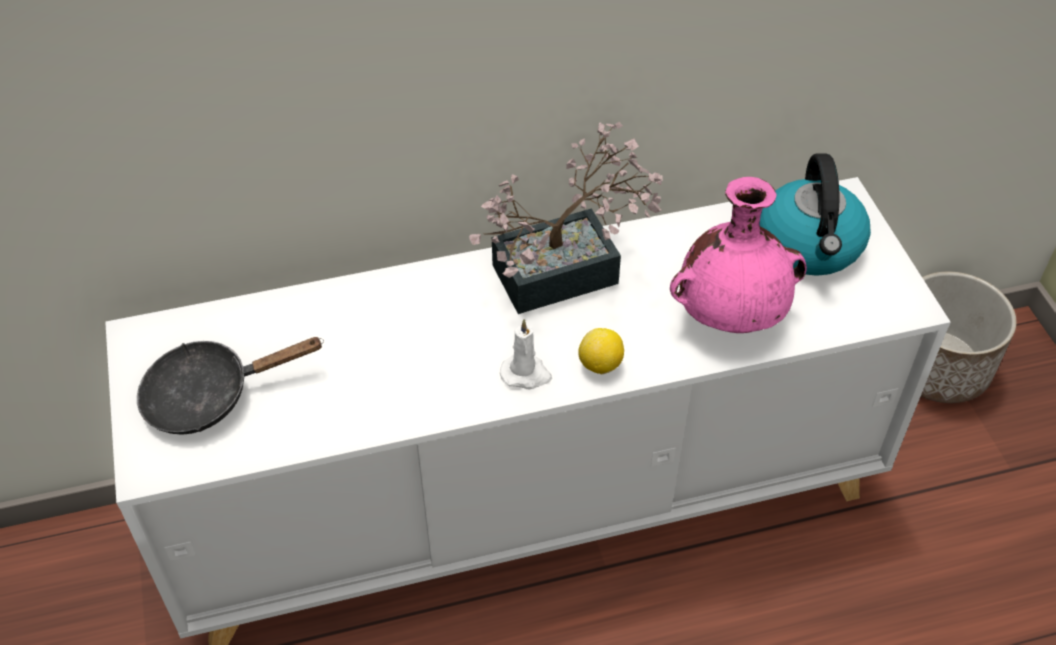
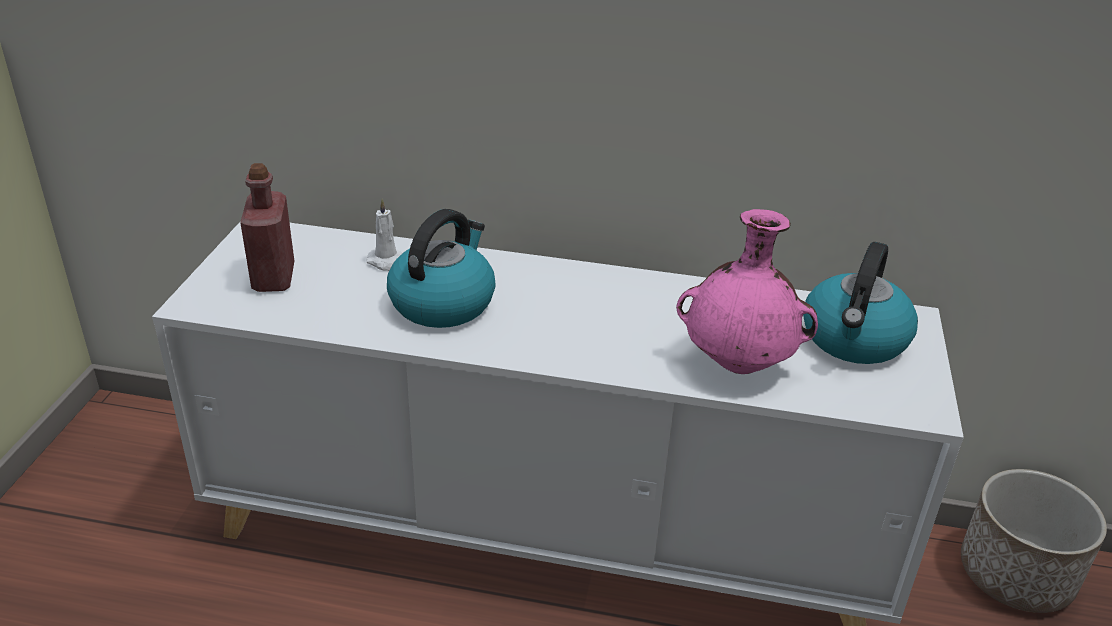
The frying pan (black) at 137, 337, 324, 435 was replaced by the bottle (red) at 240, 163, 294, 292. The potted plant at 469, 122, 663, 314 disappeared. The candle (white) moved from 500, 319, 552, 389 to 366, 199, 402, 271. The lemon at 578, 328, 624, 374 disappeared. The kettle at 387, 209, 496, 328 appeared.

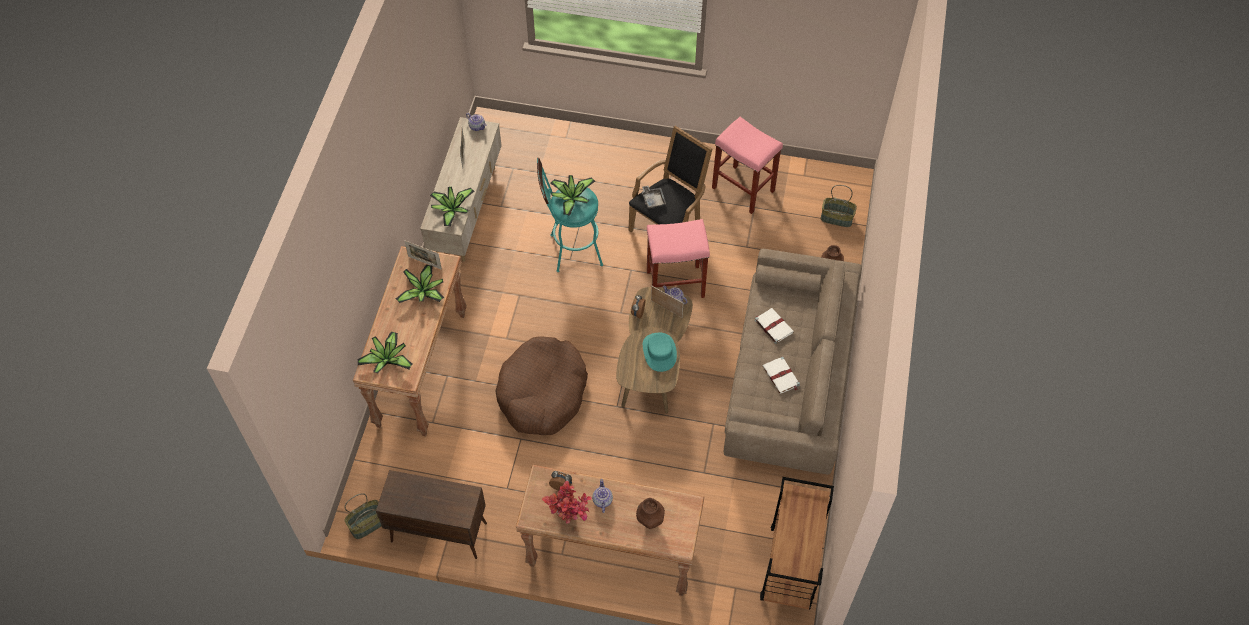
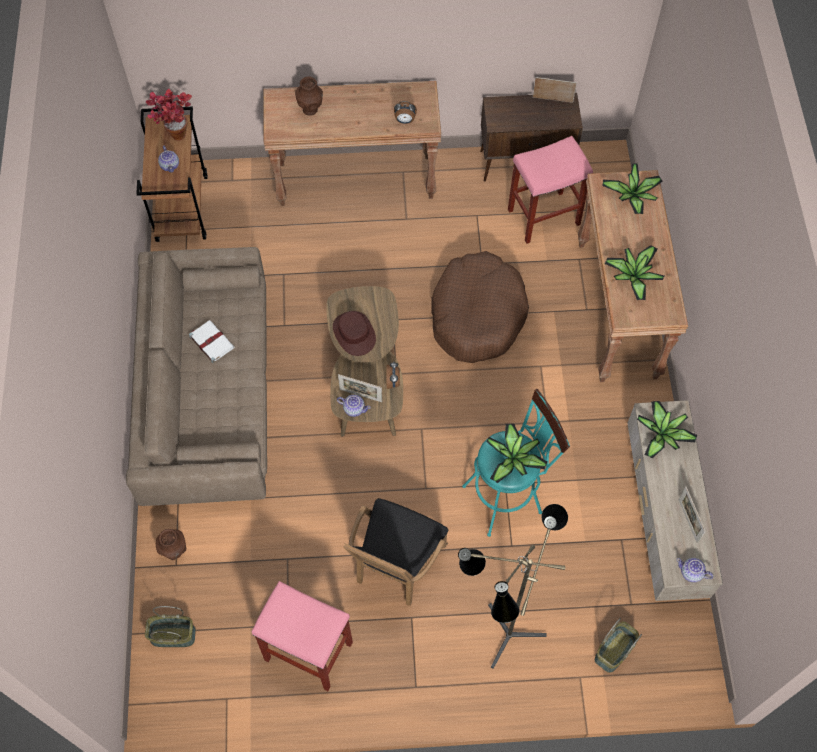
The basket moved from 345, 493, 381, 539 to 595, 618, 642, 673. The picture frame moved from 404, 240, 442, 270 to 533, 77, 577, 103. The potted plant moved from 542, 481, 592, 524 to 146, 89, 192, 140. The teapot moved from 592, 479, 613, 513 to 158, 145, 179, 173. The tray (grey) at 642, 186, 666, 208 disappeared. The hat (turquoise) at 643, 332, 677, 372 became the hat (brown) at 333, 311, 376, 356. The stool (pink) moved from 647, 219, 710, 298 to 508, 136, 593, 244. The book (white) at 755, 308, 794, 344 disappeared. The floor lamp at 458, 504, 568, 669 appeared.

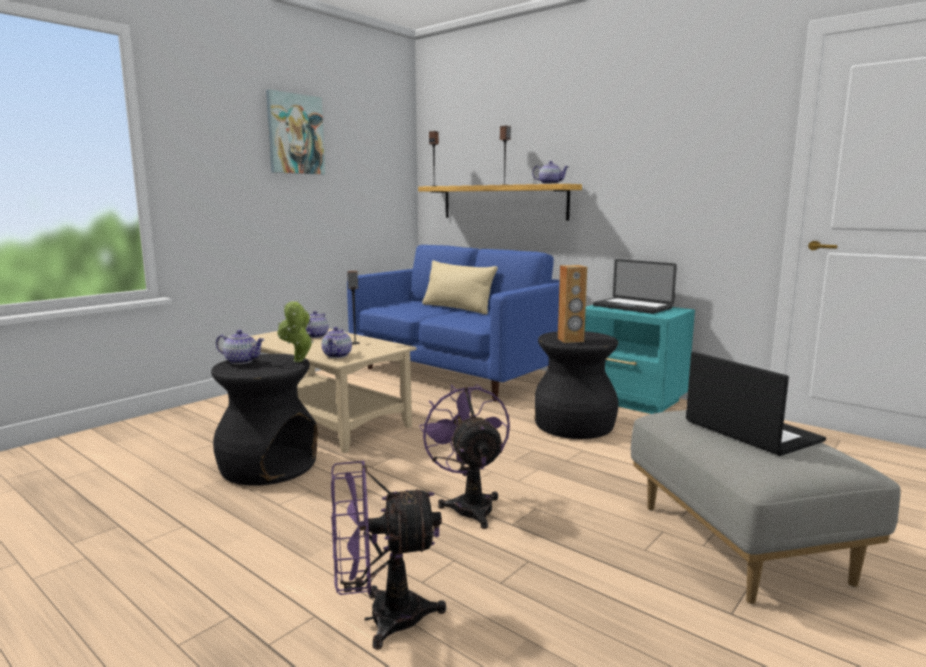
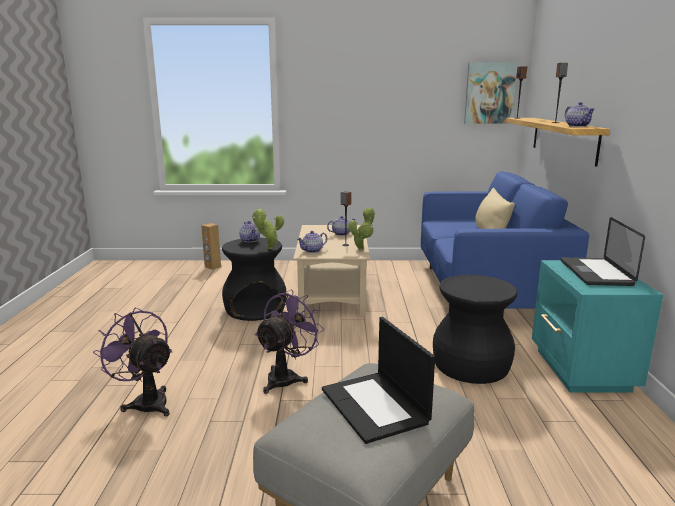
The picture moved from 266, 89, 325, 174 to 464, 62, 517, 124. The speaker (brown) moved from 558, 265, 587, 343 to 201, 223, 221, 270. The laptop at 686, 352, 826, 456 turned 135 degrees clockwise. The potted plant at 348, 207, 375, 251 appeared.

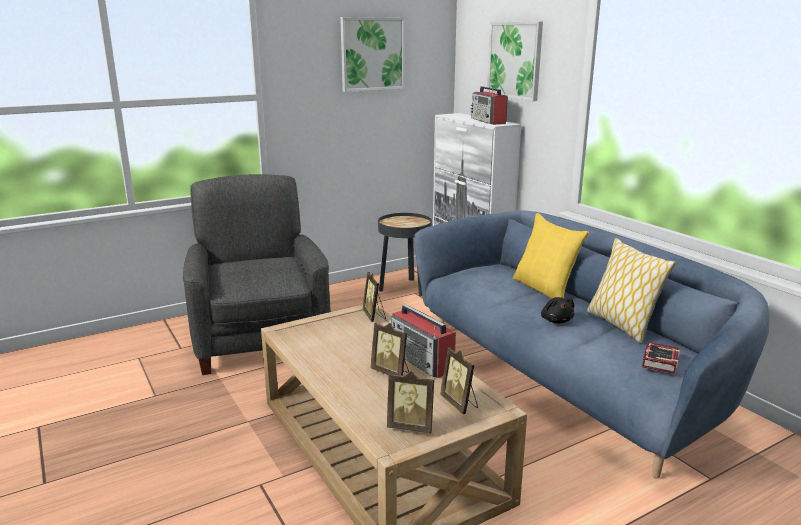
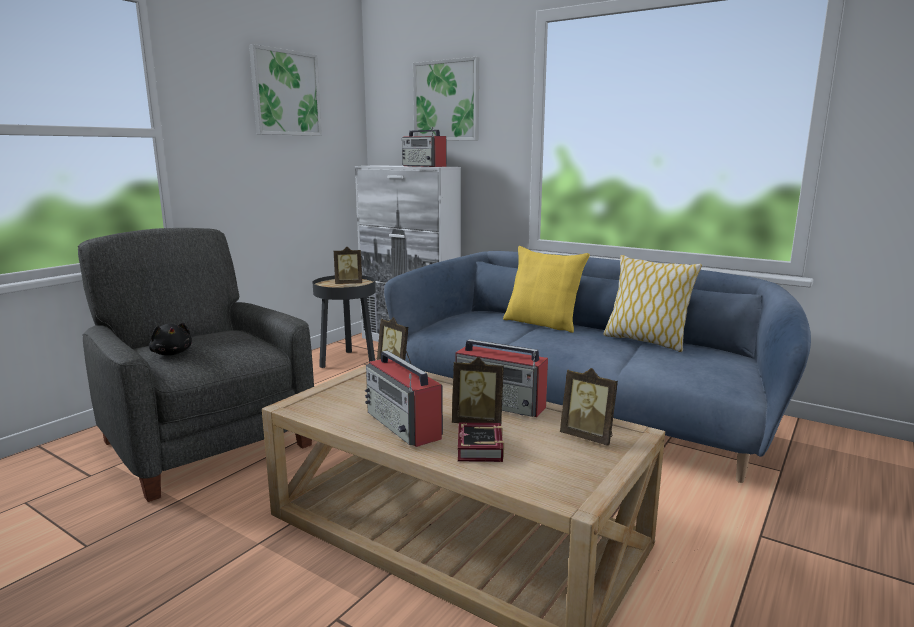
The picture frame moved from 387, 371, 434, 434 to 334, 247, 362, 284. The plush toy (black) moved from 541, 297, 574, 323 to 149, 322, 192, 356. The book moved from 642, 342, 680, 374 to 458, 423, 504, 462. The radio at 365, 350, 443, 447 appeared.

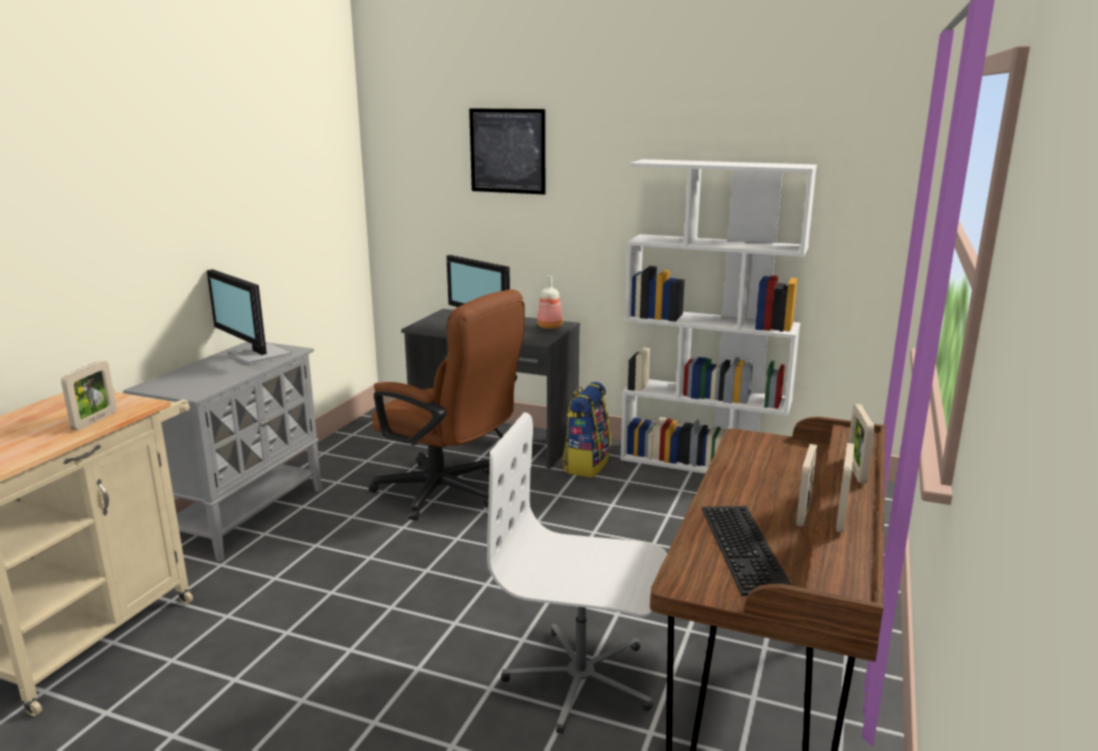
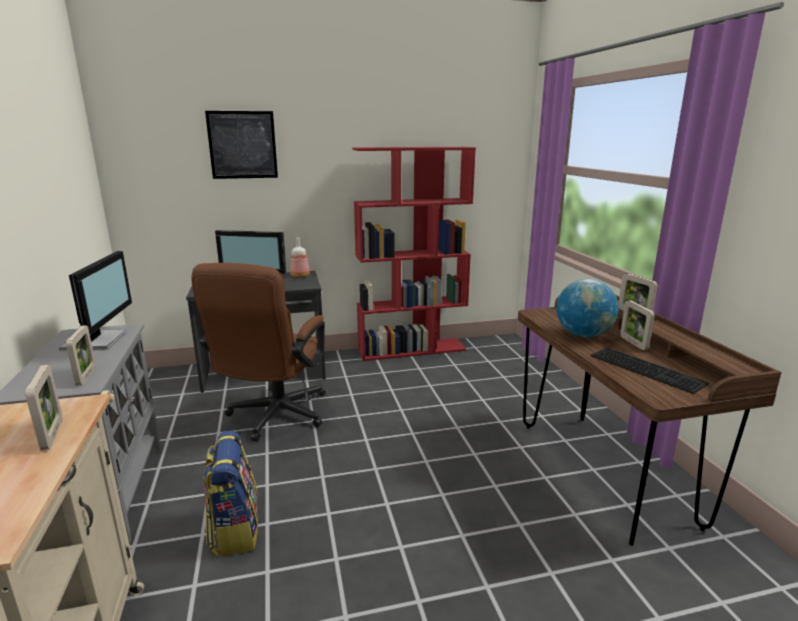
The monitor at 207, 269, 292, 366 turned 105 degrees counterclockwise. The office chair (brown) at 369, 289, 525, 521 turned 105 degrees clockwise. The office chair (white) at 487, 412, 667, 734 disappeared. The backpack moved from 562, 382, 611, 478 to 203, 431, 258, 557. The bookcase (white) at 620, 159, 817, 474 became the bookcase (red) at 352, 147, 476, 361. The picture frame moved from 836, 443, 855, 533 to 66, 325, 96, 386. The globe at 556, 279, 619, 338 appeared.

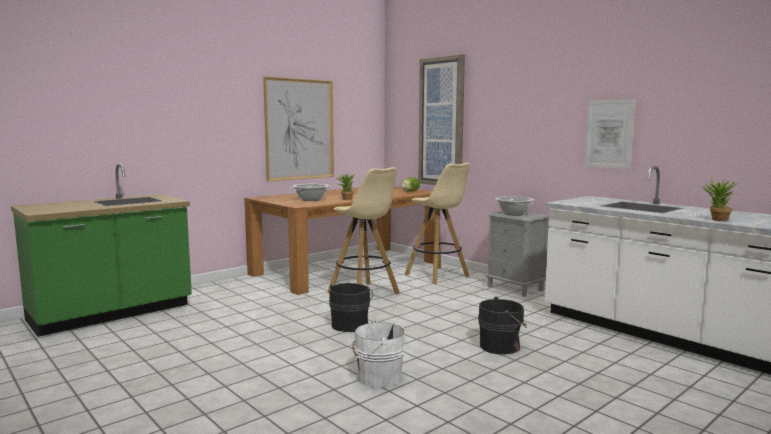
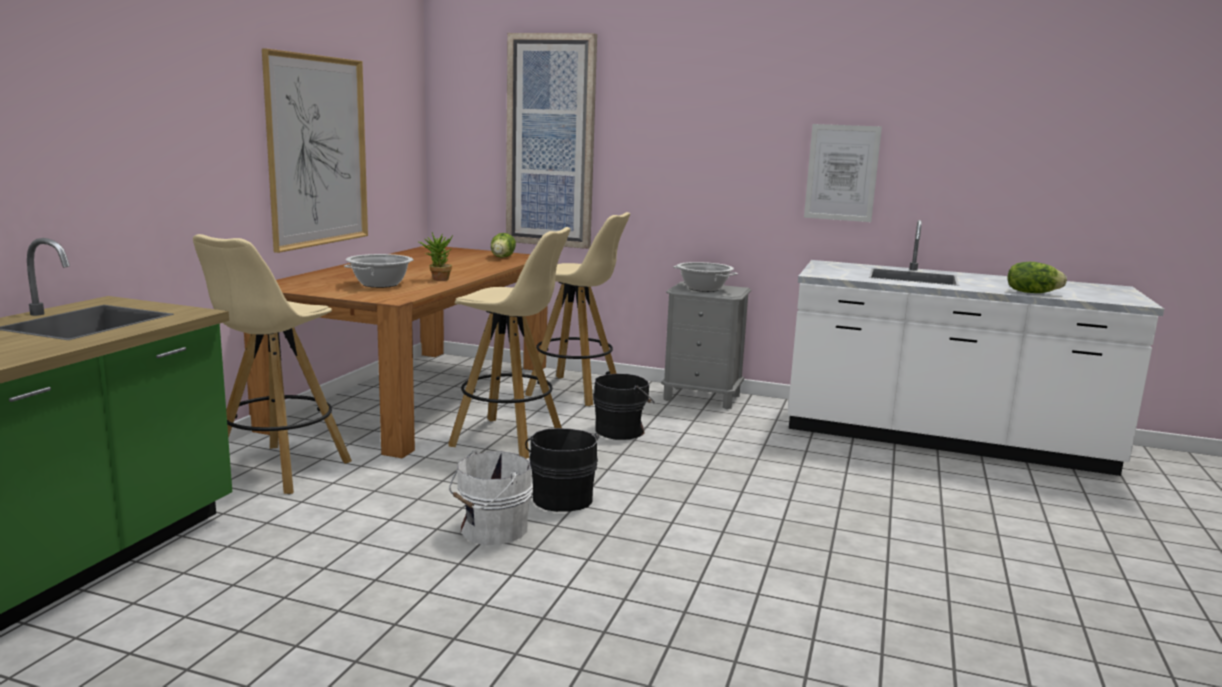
The bucket (white) moved from 352, 320, 405, 387 to 449, 450, 533, 546. The bucket (black) moved from 478, 297, 527, 354 to 593, 371, 655, 440. The potted plant at 702, 179, 738, 221 was replaced by the lettuce at 1008, 262, 1067, 293. The stool (beige) at 193, 234, 352, 494 appeared.

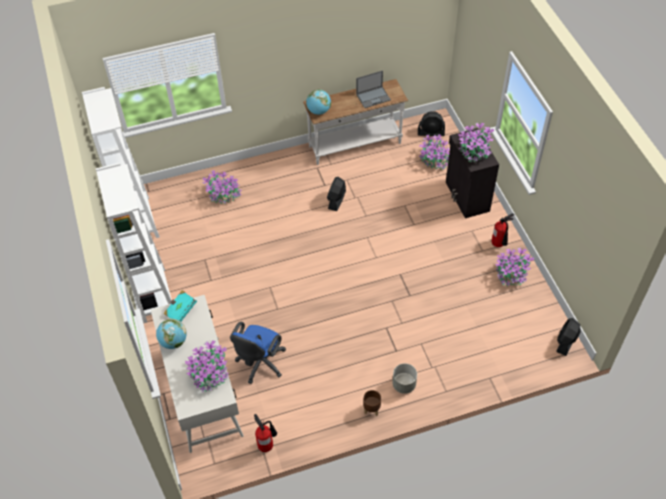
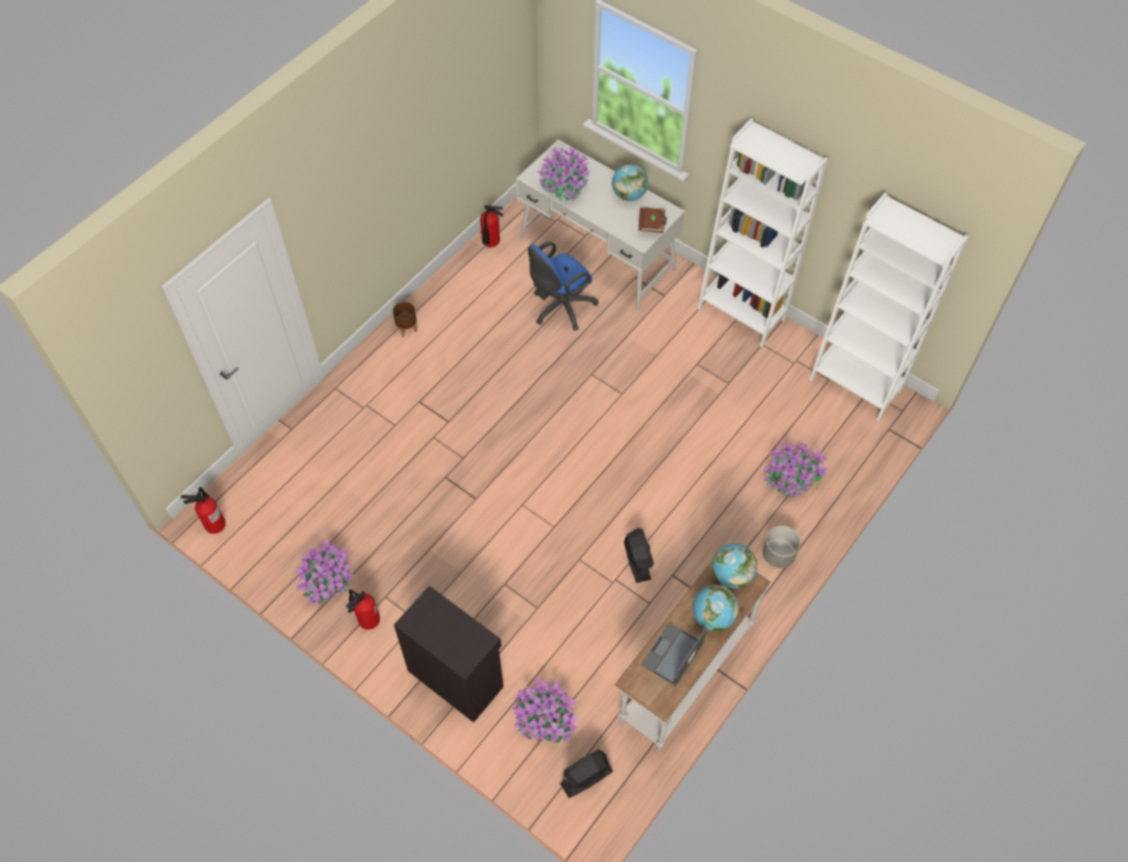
The book (turquoise) at 163, 290, 197, 322 became the book (brown) at 639, 207, 667, 233. The office chair (blue) at 230, 322, 286, 384 turned 120 degrees counterclockwise. The planter (grey) moved from 392, 363, 417, 394 to 762, 526, 800, 568. The potted plant at 459, 122, 494, 162 disappeared. The fan (black) at 556, 318, 580, 356 was replaced by the fire extinguisher at 181, 487, 226, 534. The globe at 693, 585, 739, 632 appeared.

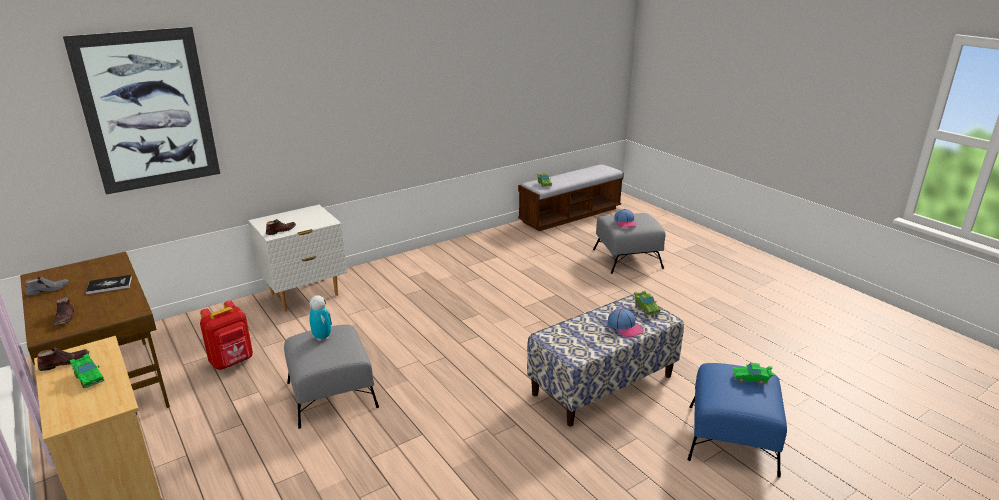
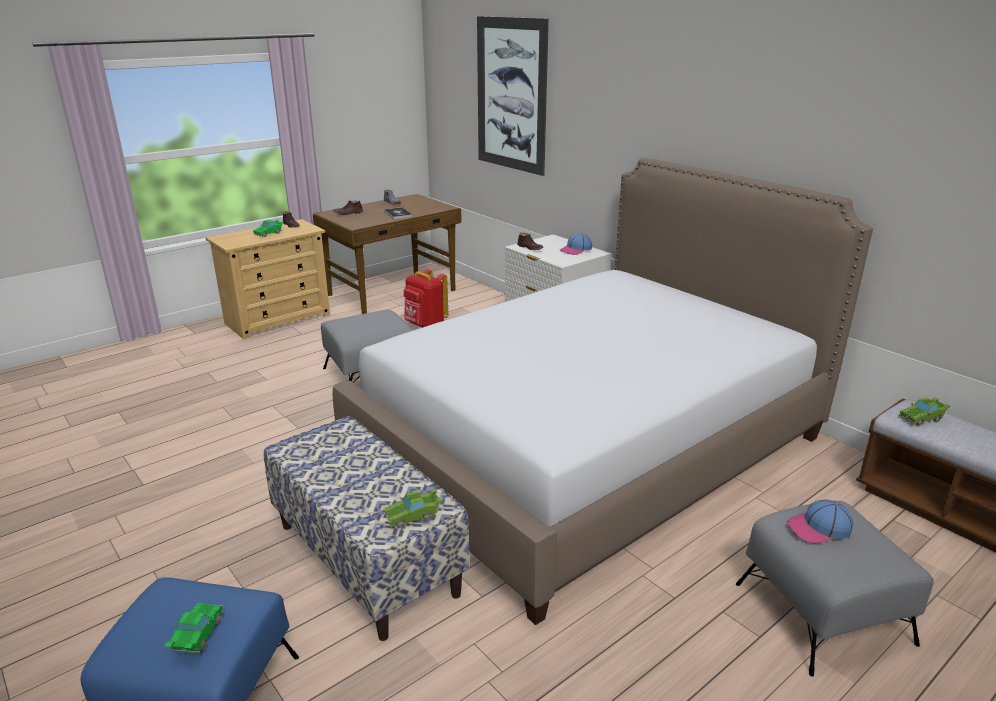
The toy robot at 309, 296, 332, 341 disappeared. The cap moved from 608, 308, 643, 337 to 560, 233, 592, 255. The bed at 333, 157, 873, 625 appeared.

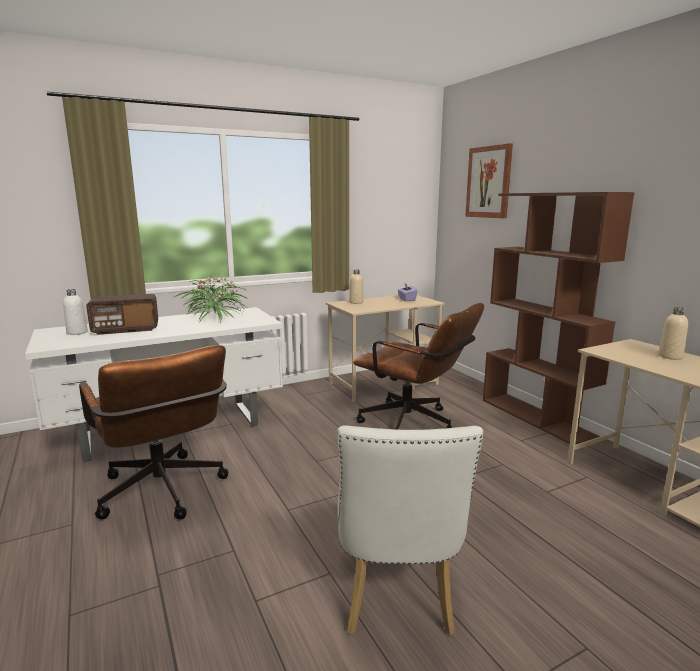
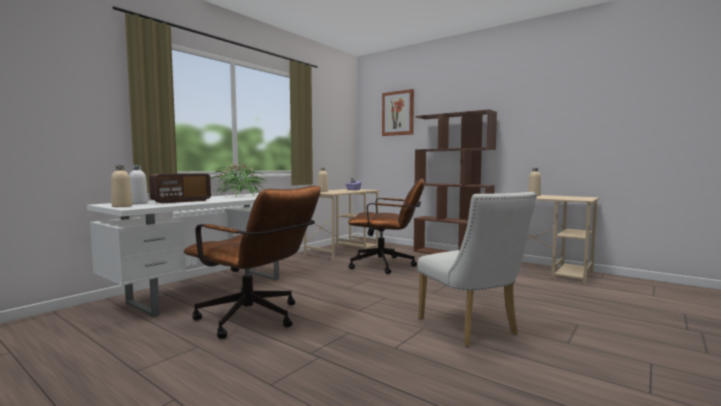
The bottle (beige) at 111, 165, 132, 207 appeared.

